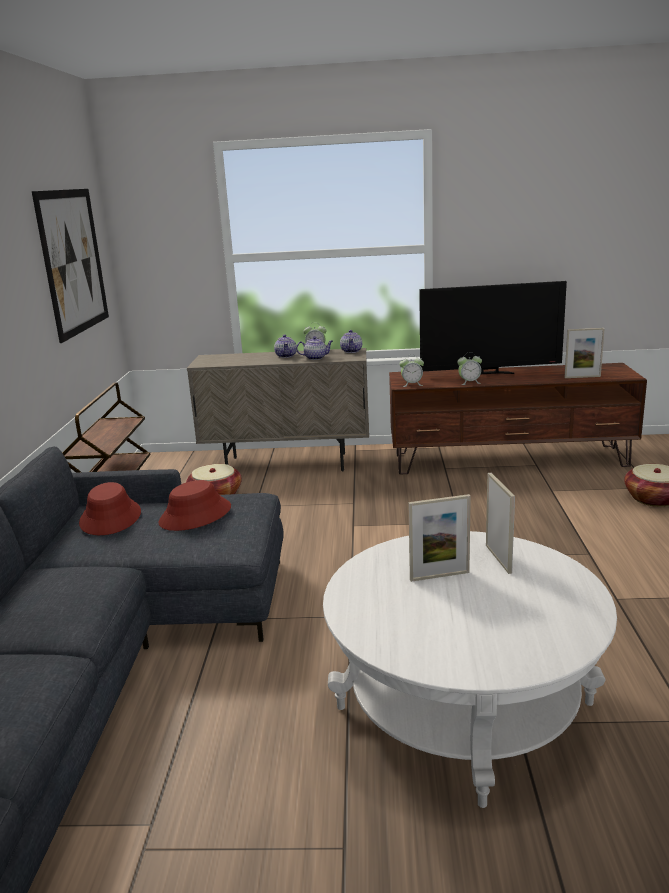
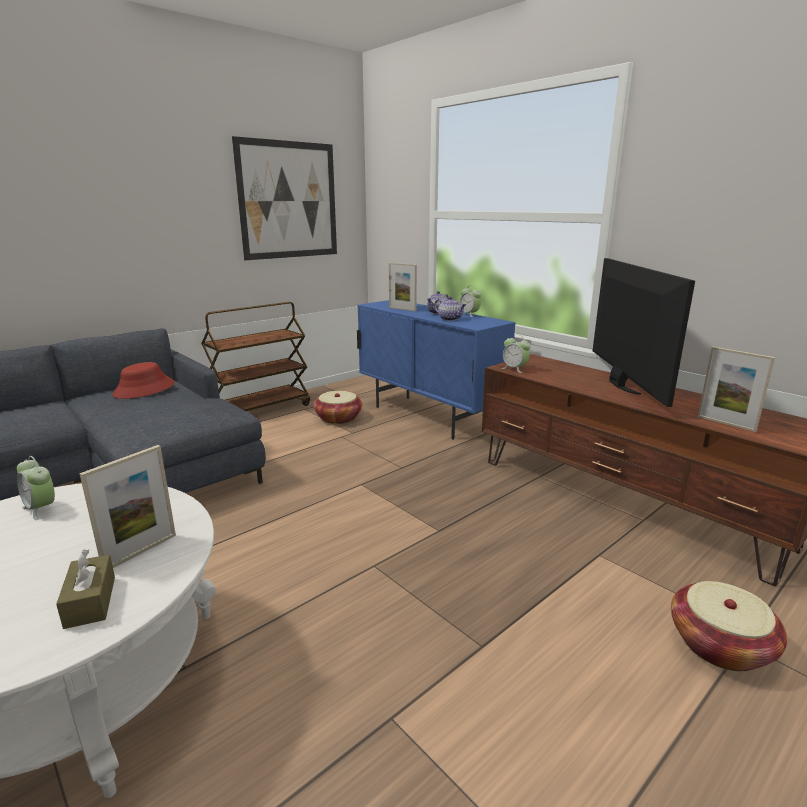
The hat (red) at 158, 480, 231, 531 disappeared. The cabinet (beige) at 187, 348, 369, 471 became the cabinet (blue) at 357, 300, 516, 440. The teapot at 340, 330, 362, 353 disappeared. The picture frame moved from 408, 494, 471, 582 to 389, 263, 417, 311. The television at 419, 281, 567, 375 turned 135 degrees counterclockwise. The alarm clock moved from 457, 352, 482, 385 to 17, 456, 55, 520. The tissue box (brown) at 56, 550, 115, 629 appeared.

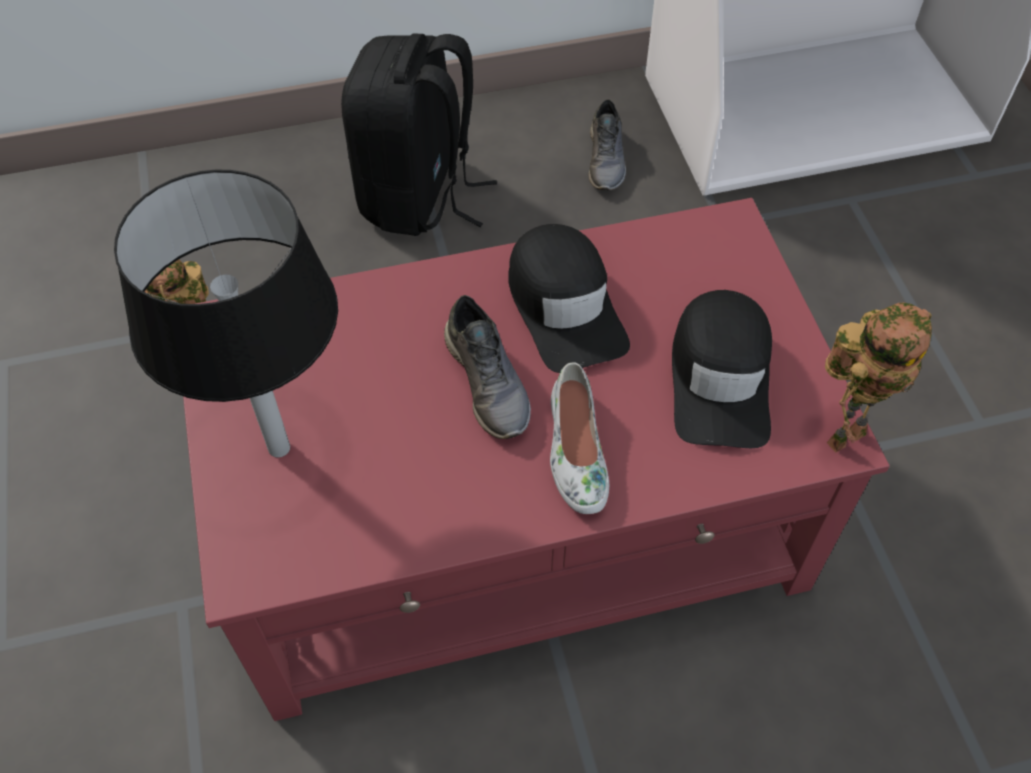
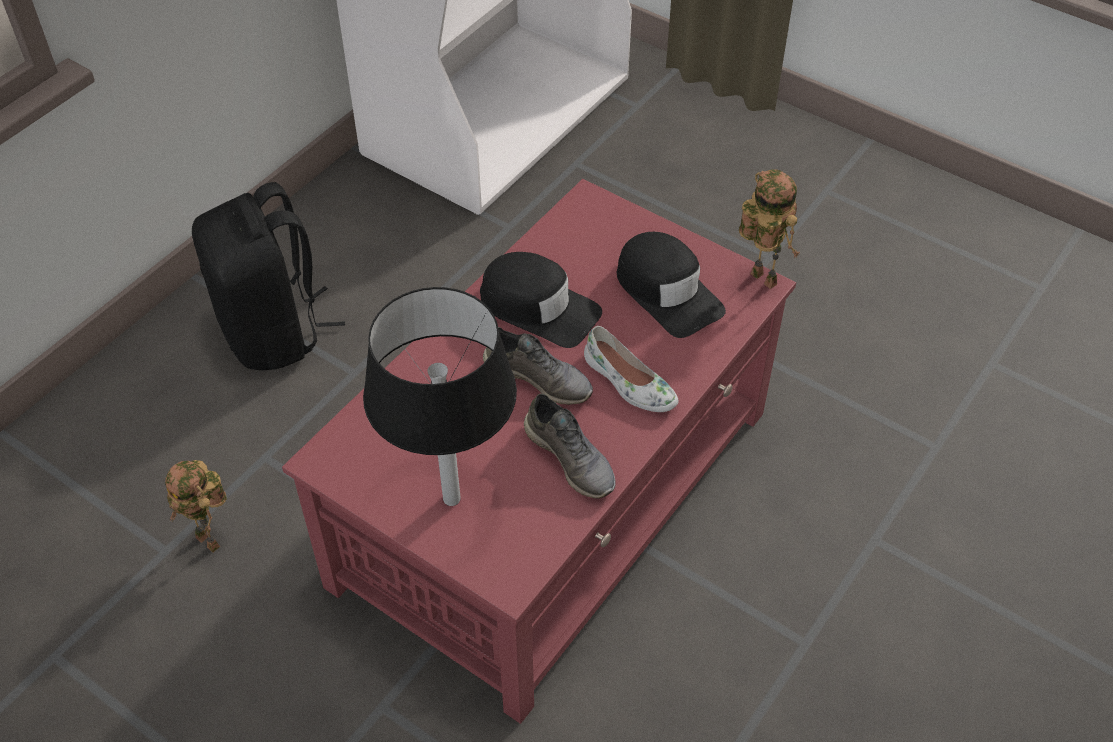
The shoe (grey) moved from 588, 99, 626, 190 to 524, 394, 615, 498. The toy robot at 825, 303, 932, 453 turned 60 degrees counterclockwise.

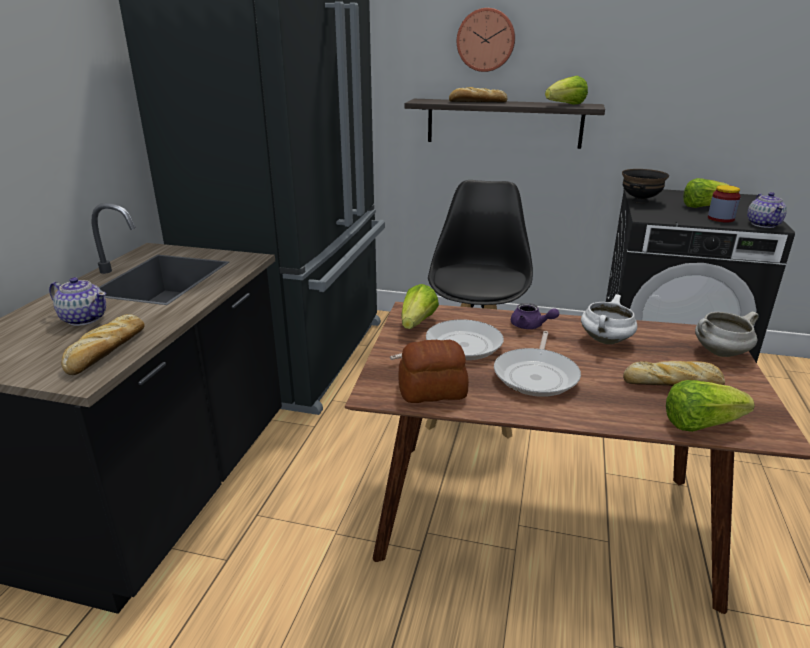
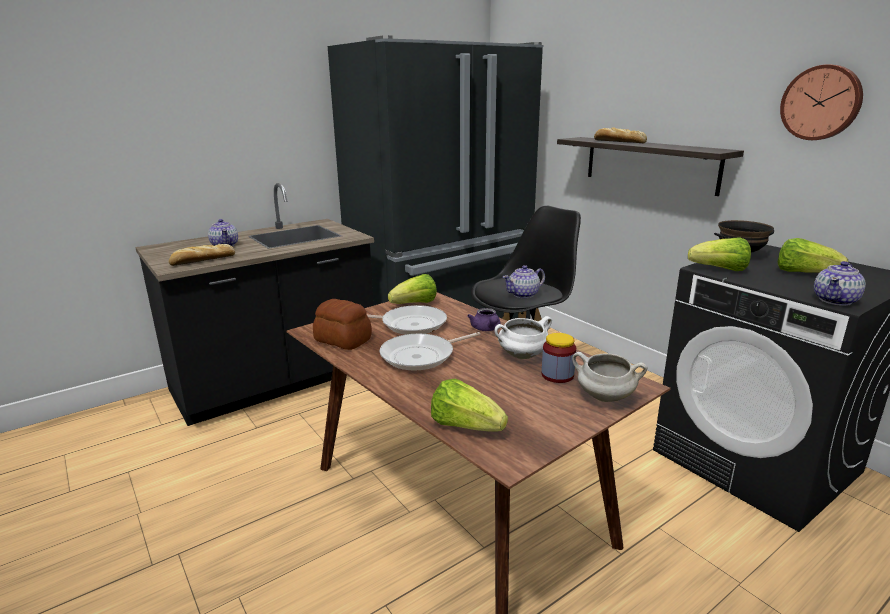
The wall clock moved from 457, 8, 515, 72 to 780, 64, 863, 140. The lettuce moved from 545, 76, 588, 105 to 688, 238, 751, 271. The bread at 623, 361, 725, 386 disappeared. The jar moved from 708, 185, 741, 222 to 542, 333, 576, 383. The teapot at 503, 265, 545, 298 appeared.

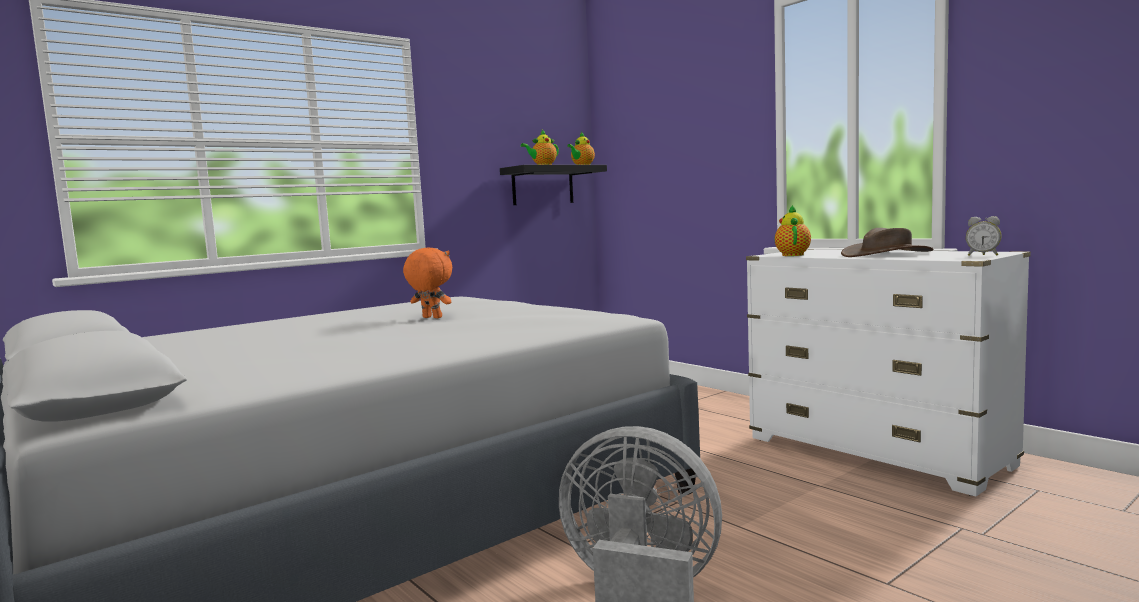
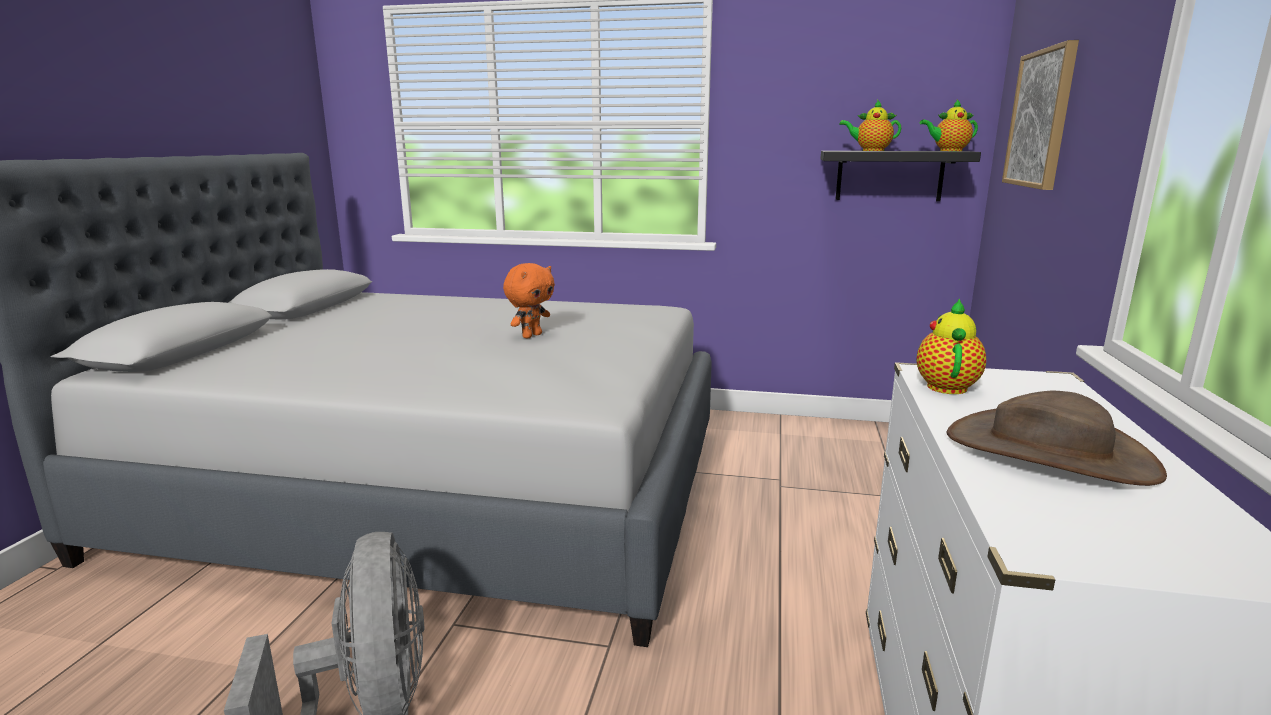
The plush toy (orange) at 403, 247, 452, 318 turned 45 degrees clockwise. The teapot at 775, 204, 811, 256 turned 45 degrees counterclockwise. The alarm clock at 966, 216, 1002, 256 disappeared. The picture at 1002, 40, 1079, 190 appeared.

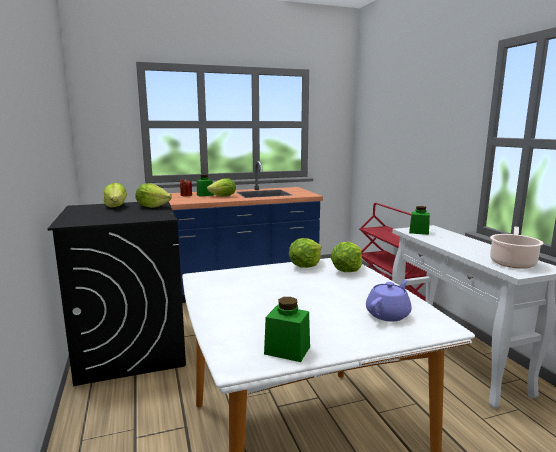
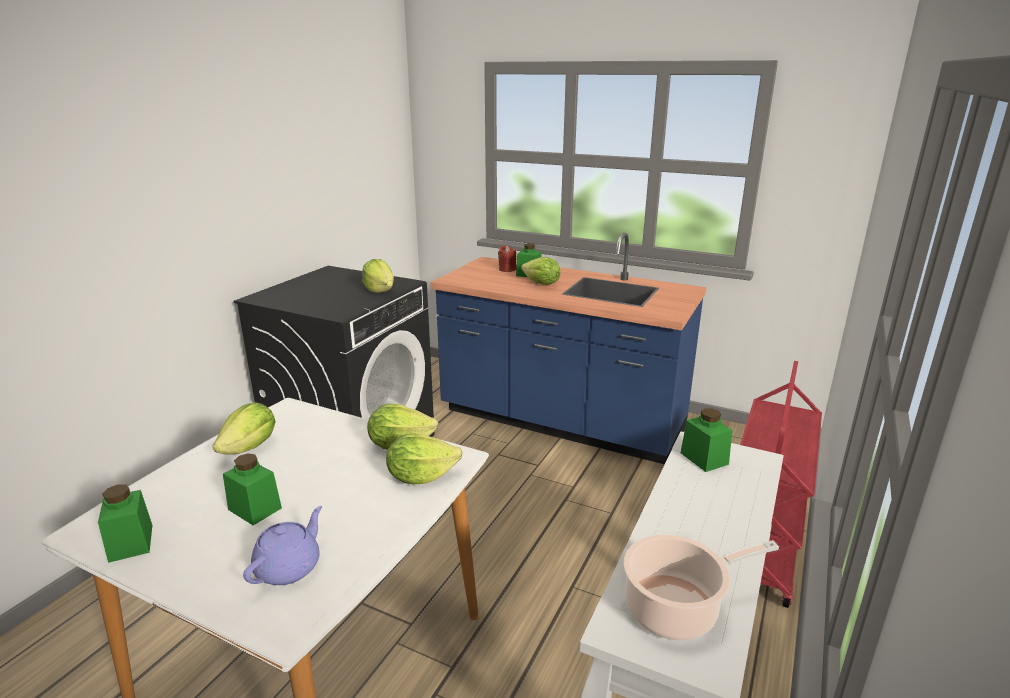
The lettuce moved from 104, 183, 127, 207 to 213, 402, 276, 455. The teapot (purple) at 366, 279, 411, 321 turned 60 degrees counterclockwise. The jar (green) at 223, 454, 282, 525 appeared.

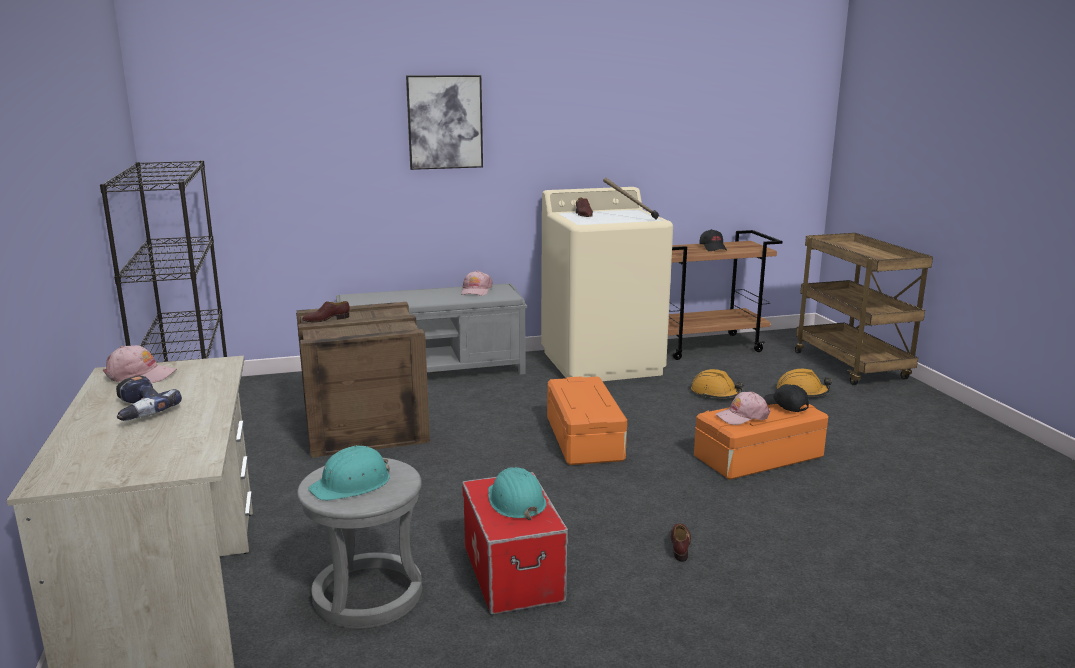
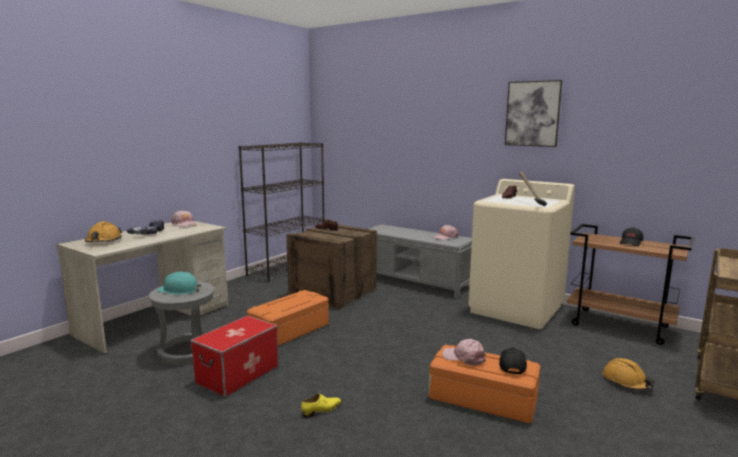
The picture moved from 406, 75, 483, 170 to 505, 80, 563, 147. The hard hat (turquoise) at 488, 467, 547, 520 disappeared. The storage box (orange) moved from 547, 376, 627, 465 to 247, 290, 329, 346. The shoe (brown) at 670, 523, 691, 562 became the shoe (yellow) at 301, 394, 341, 418. The hard hat (orange) moved from 691, 369, 743, 398 to 85, 221, 122, 242.

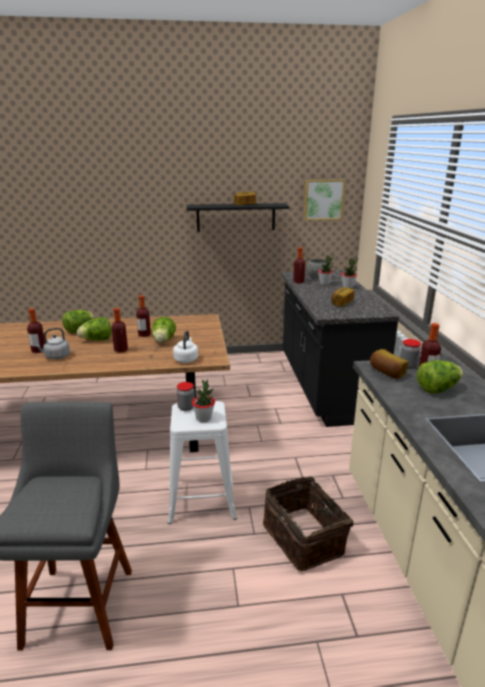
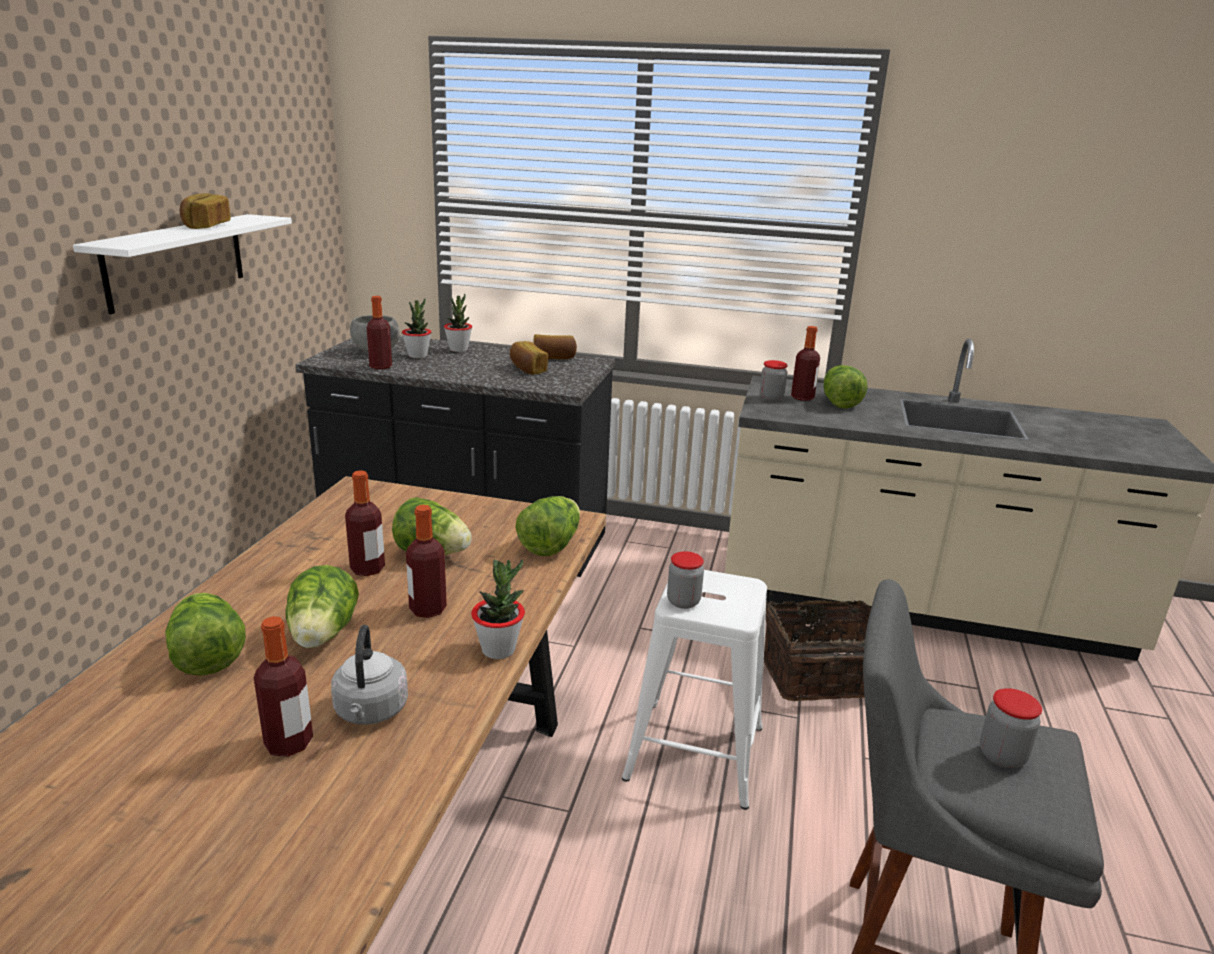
The kettle (white) at 173, 331, 198, 363 was replaced by the lettuce at 516, 496, 580, 556. The shelf (black) at 186, 203, 289, 232 became the shelf (white) at 73, 214, 292, 314. The potted plant moved from 192, 380, 215, 422 to 471, 559, 525, 659. The picture at 304, 180, 345, 220 disappeared. The bread moved from 370, 349, 408, 379 to 533, 334, 577, 359. The jar at 980, 688, 1042, 768 appeared.

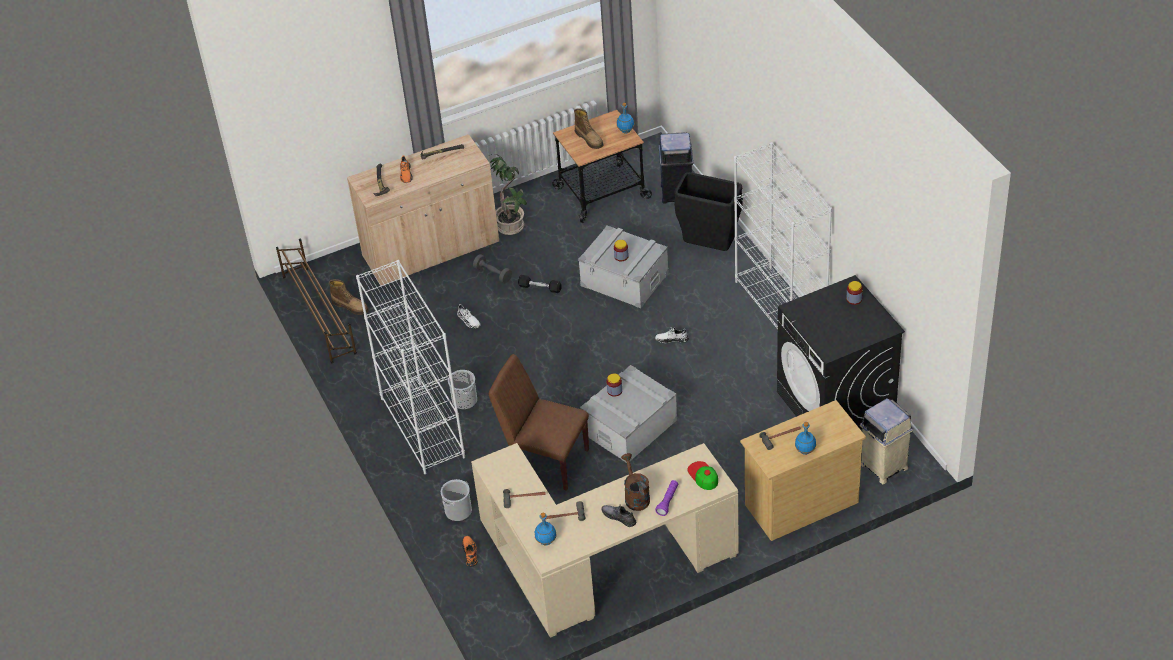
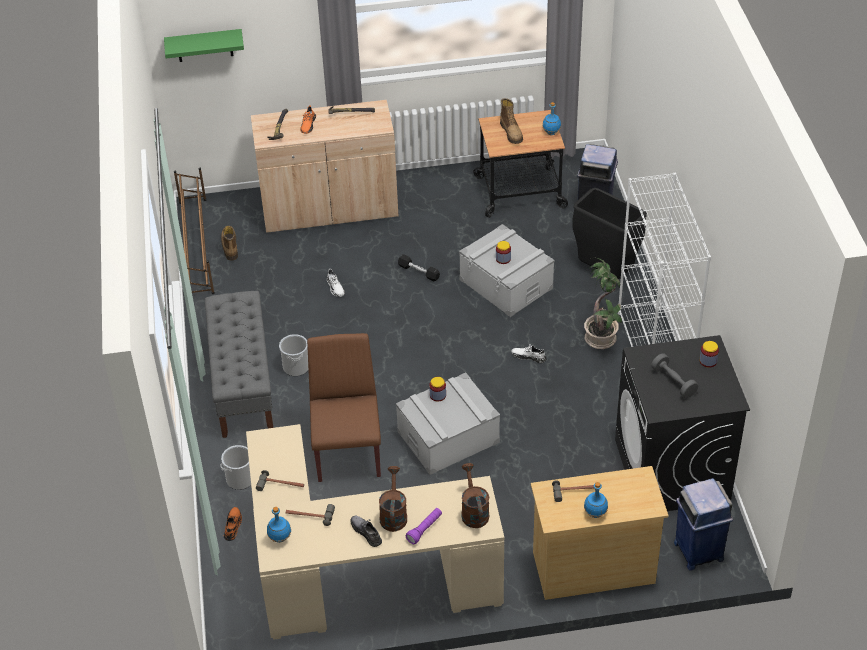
The boot at 329, 279, 369, 315 turned 150 degrees counterclockwise. The bookcase (white) at 356, 260, 465, 474 was replaced by the bench (grey) at 205, 291, 274, 438. The dumbbell (grey) moved from 473, 254, 512, 283 to 651, 353, 698, 398. The potted plant moved from 488, 154, 527, 235 to 584, 258, 622, 349. The chair (brown) at 489, 354, 589, 491 turned 45 degrees clockwise. The cap at 687, 461, 718, 490 was replaced by the watering can (brown) at 461, 463, 489, 528. The trash can (beige) at 860, 398, 913, 484 became the trash can (blue) at 674, 478, 733, 571. The shelf (green) at 164, 29, 244, 62 appeared.

